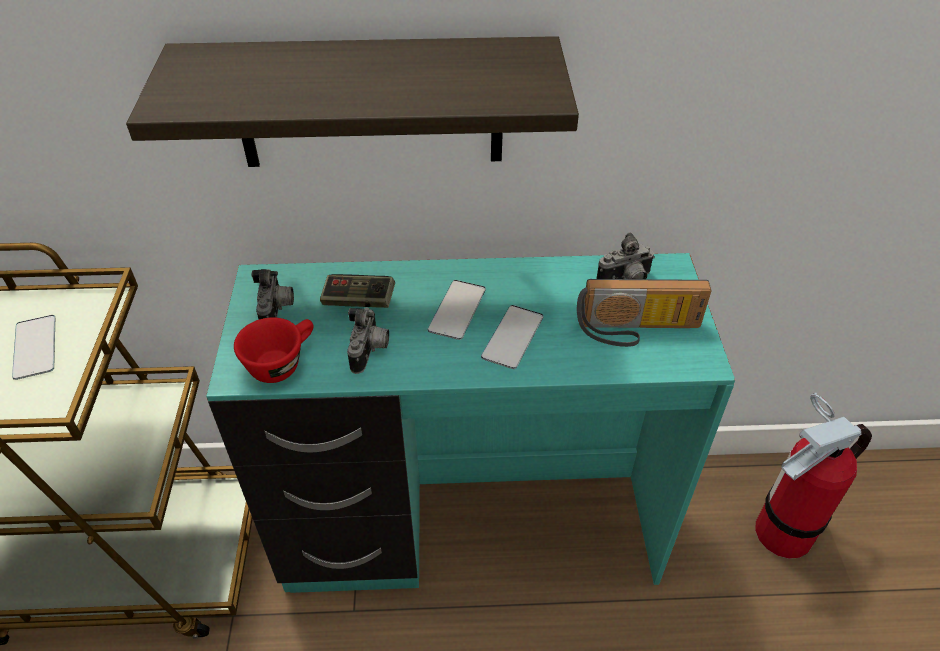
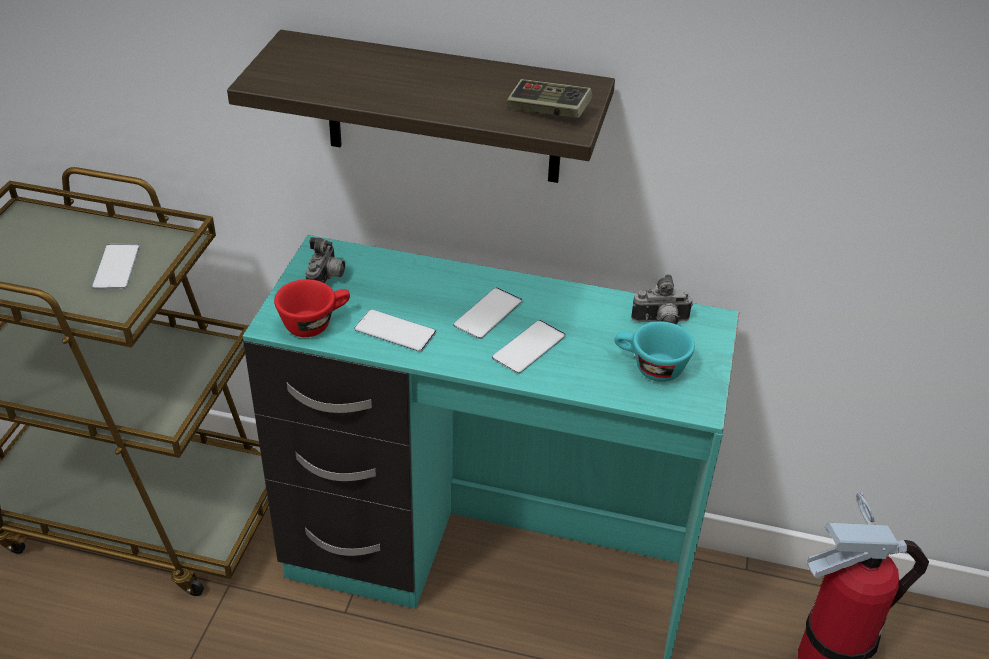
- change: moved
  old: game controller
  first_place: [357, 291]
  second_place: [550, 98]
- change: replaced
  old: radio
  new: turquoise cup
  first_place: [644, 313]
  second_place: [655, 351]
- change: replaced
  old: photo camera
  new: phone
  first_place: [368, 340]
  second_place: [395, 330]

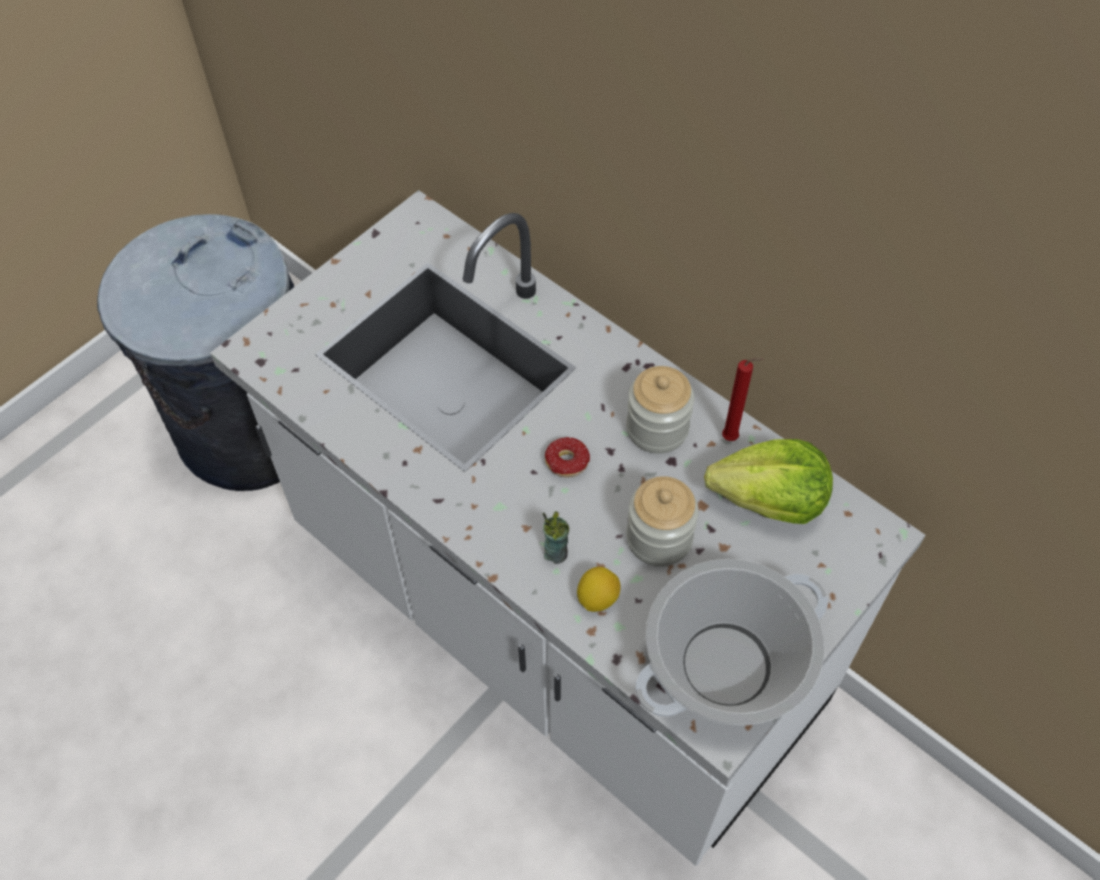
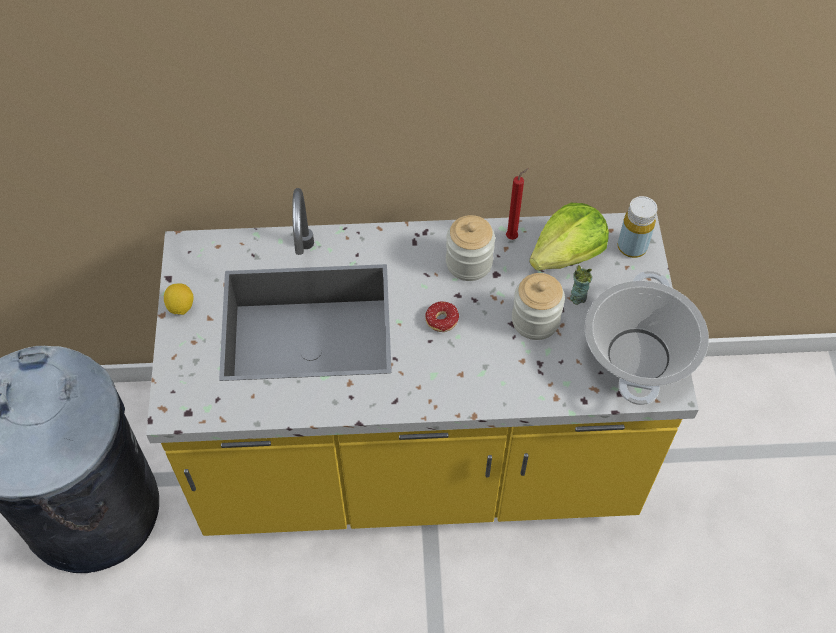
- change: recoloured
  old: white counter
  new: yellow counter
  first_place: [567, 528]
  second_place: [422, 362]
- change: moved
  old: cup
  first_place: [555, 537]
  second_place: [581, 285]
- change: moved
  old: lemon
  first_place: [599, 589]
  second_place: [178, 299]
- change: added
  new: yellow bottle
  second_place: [637, 227]

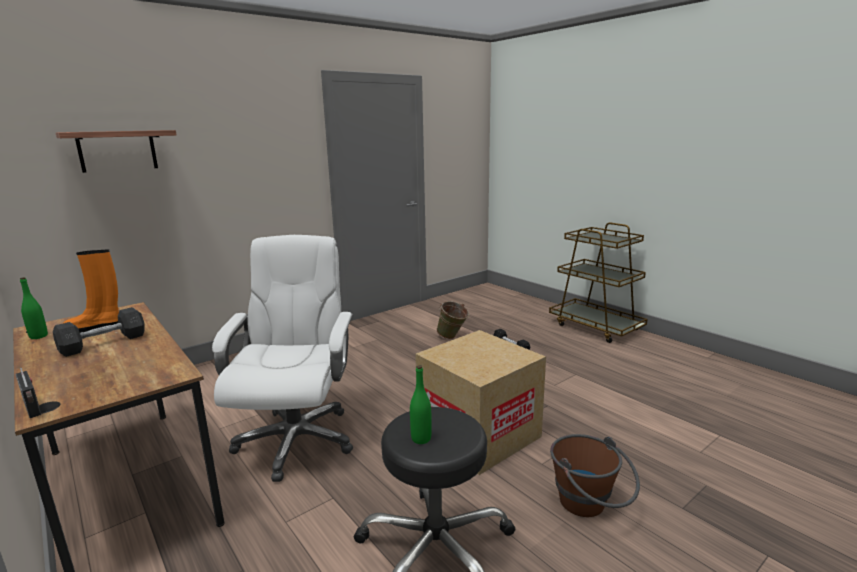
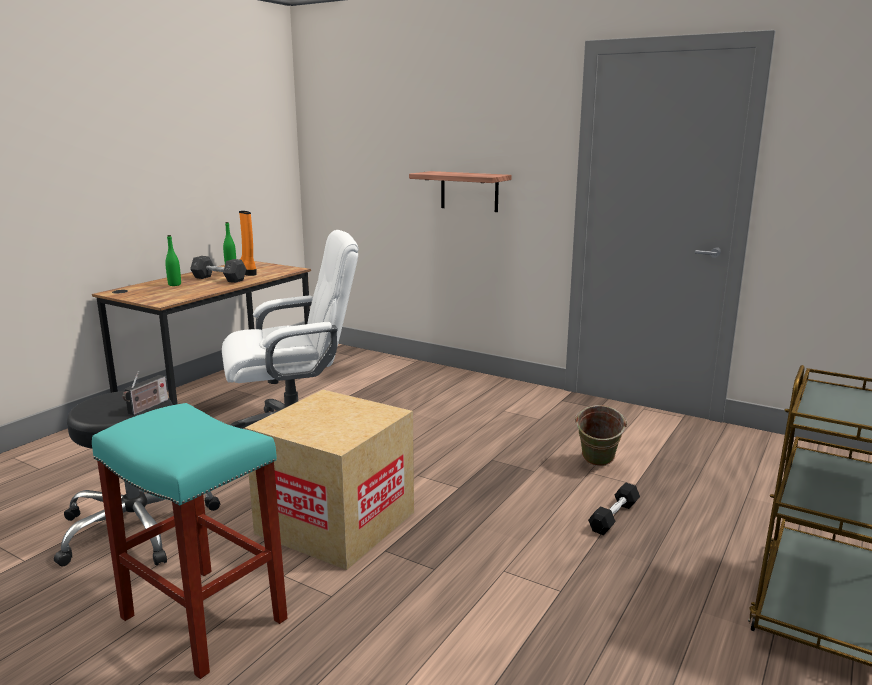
- change: moved
  old: shelf
  first_place: [116, 151]
  second_place: [460, 191]
- change: moved
  old: green bottle
  first_place: [421, 404]
  second_place: [173, 260]
- change: moved
  old: radio
  first_place: [28, 393]
  second_place: [145, 393]
- change: replaced
  old: brown bucket
  new: turquoise stool
  first_place: [595, 475]
  second_place: [189, 541]

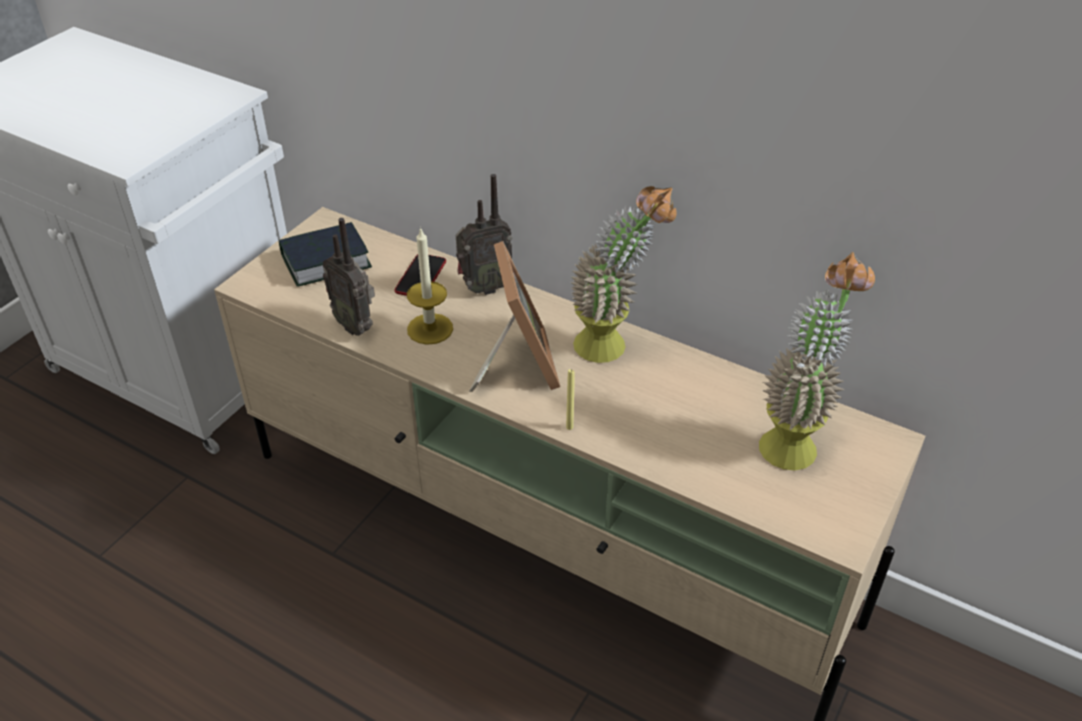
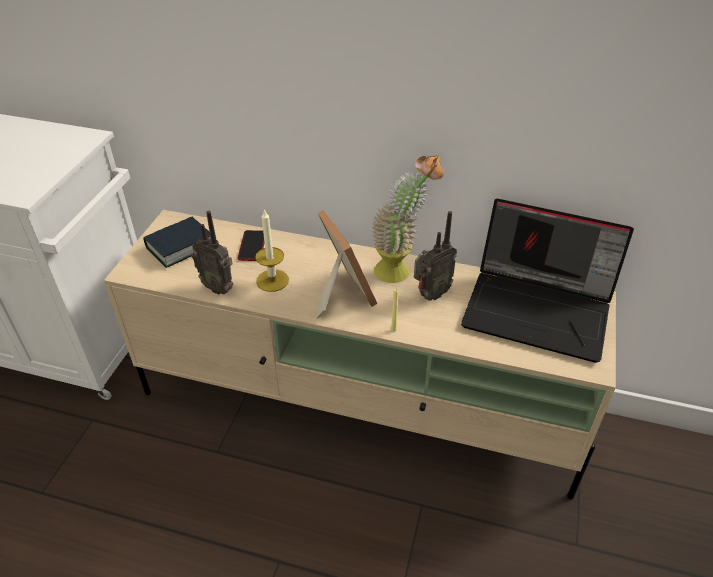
- change: moved
  old: radio
  first_place: [484, 234]
  second_place: [435, 256]
- change: replaced
  old: potted plant
  new: laptop
  first_place: [817, 361]
  second_place: [547, 281]

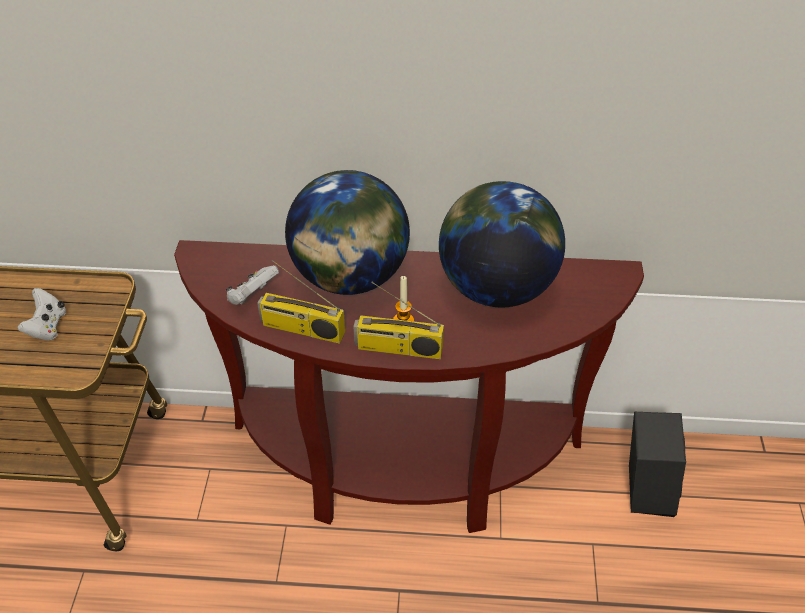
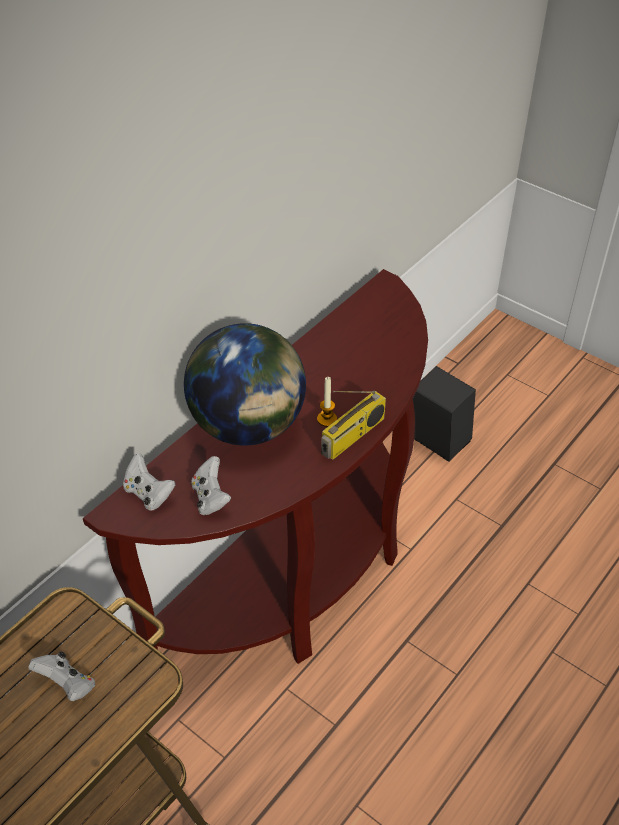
- change: removed
  old: globe
  first_place: [502, 244]
- change: removed
  old: radio
  first_place: [301, 301]
- change: added
  new: white game controller
  second_place: [149, 482]

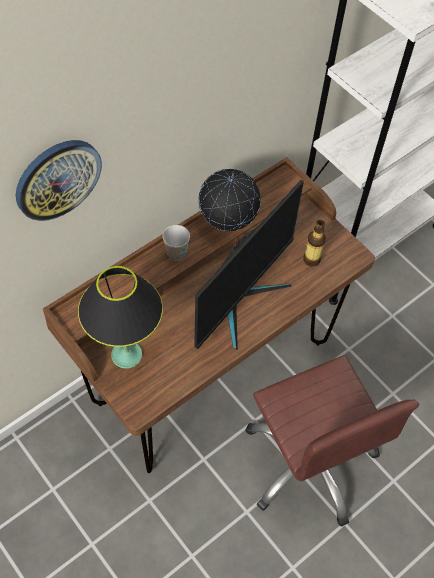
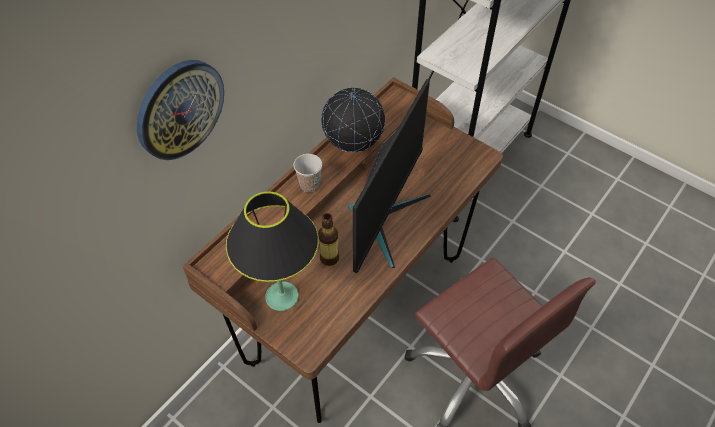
- change: moved
  old: bottle
  first_place: [314, 243]
  second_place: [328, 239]

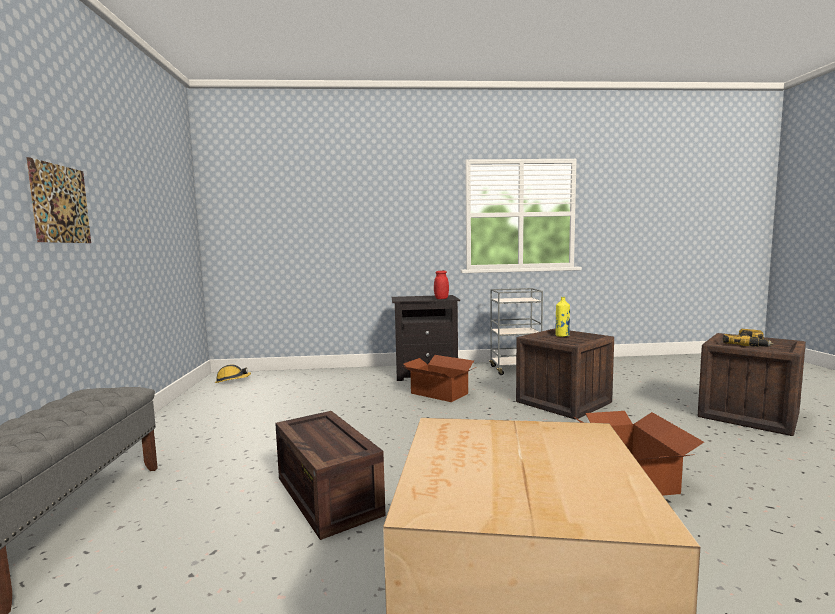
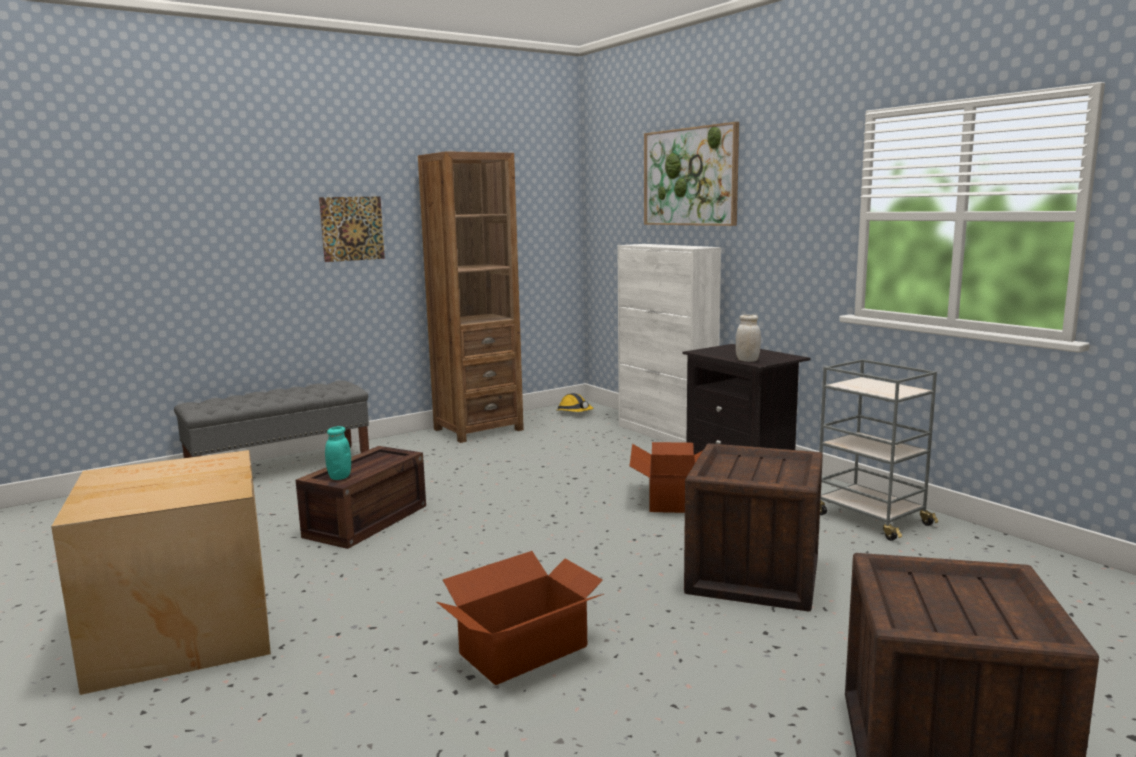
- change: recoloured
  old: red jar
  new: white jar
  first_place: [441, 285]
  second_place: [748, 338]
- change: removed
  old: yellow bottle
  first_place: [562, 317]
- change: removed
  old: power drill
  first_place: [748, 338]
- change: added
  new: picture
  second_place: [691, 174]
- change: added
  new: brown bookcase
  second_place: [471, 297]
- change: added
  new: white cabinet
  second_place: [669, 343]
- change: added
  new: turquoise jar
  second_place: [338, 453]

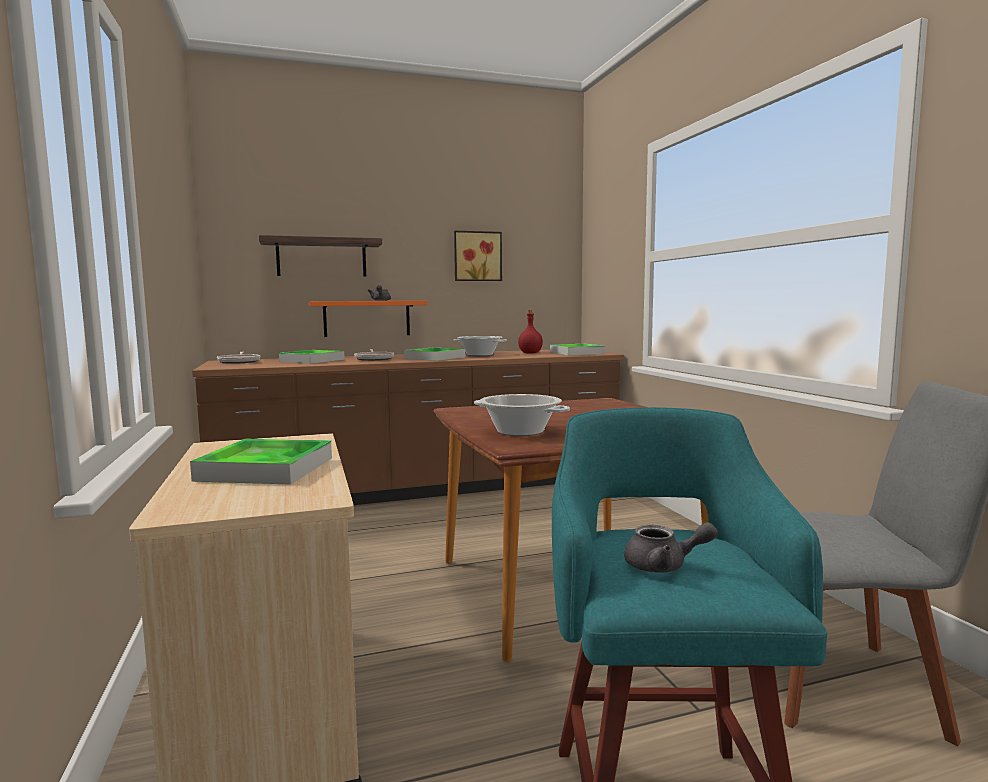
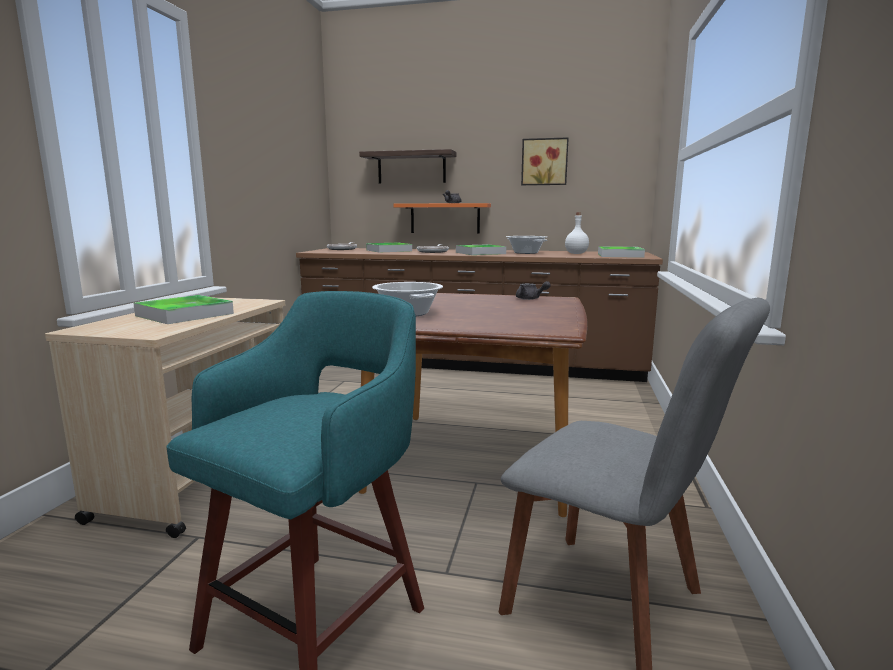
- change: recoloured
  old: red bottle
  new: white bottle
  first_place: [530, 332]
  second_place: [577, 233]
- change: moved
  old: grey teapot
  first_place: [671, 547]
  second_place: [533, 290]

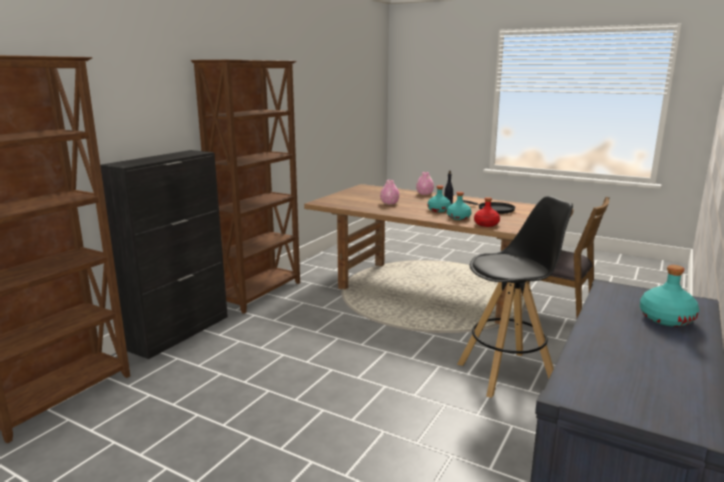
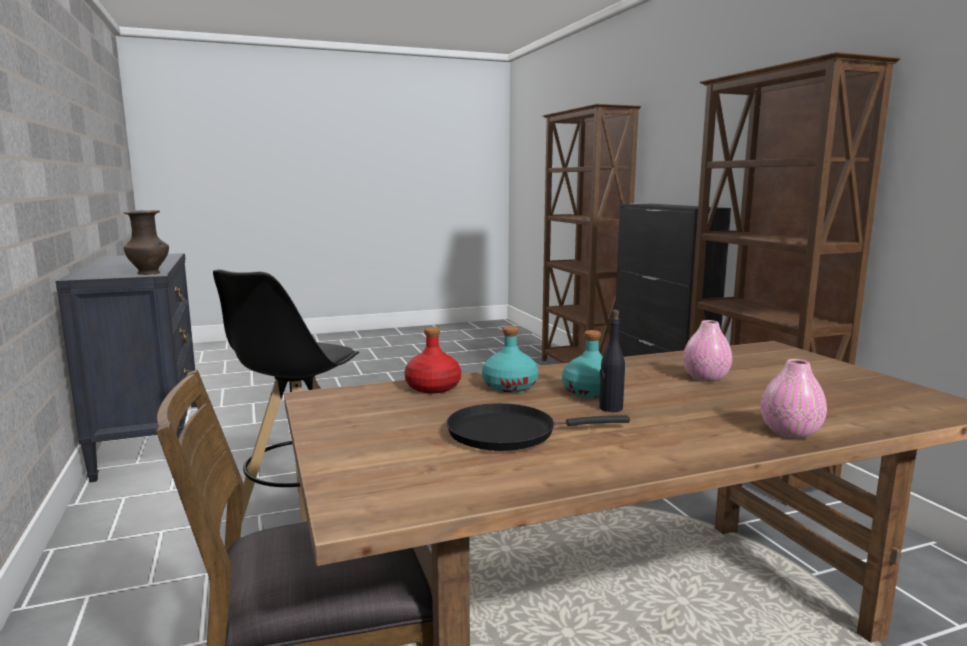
- change: removed
  old: turquoise bottle
  first_place: [669, 296]
- change: added
  new: brown vase
  second_place: [146, 242]

